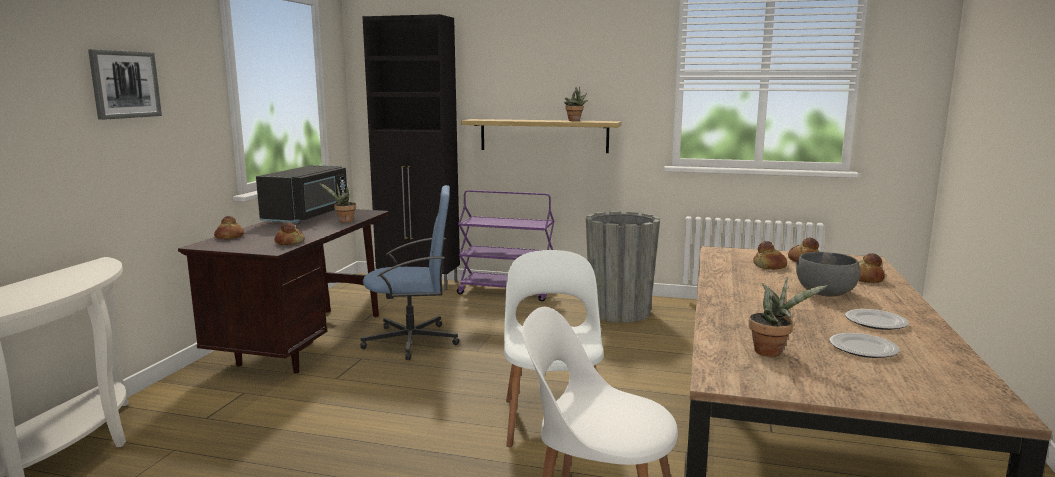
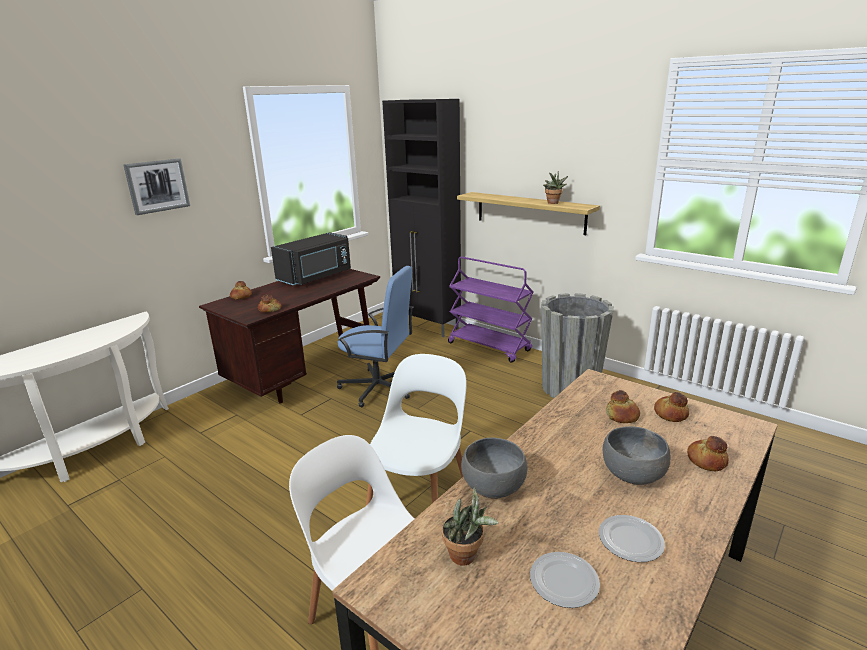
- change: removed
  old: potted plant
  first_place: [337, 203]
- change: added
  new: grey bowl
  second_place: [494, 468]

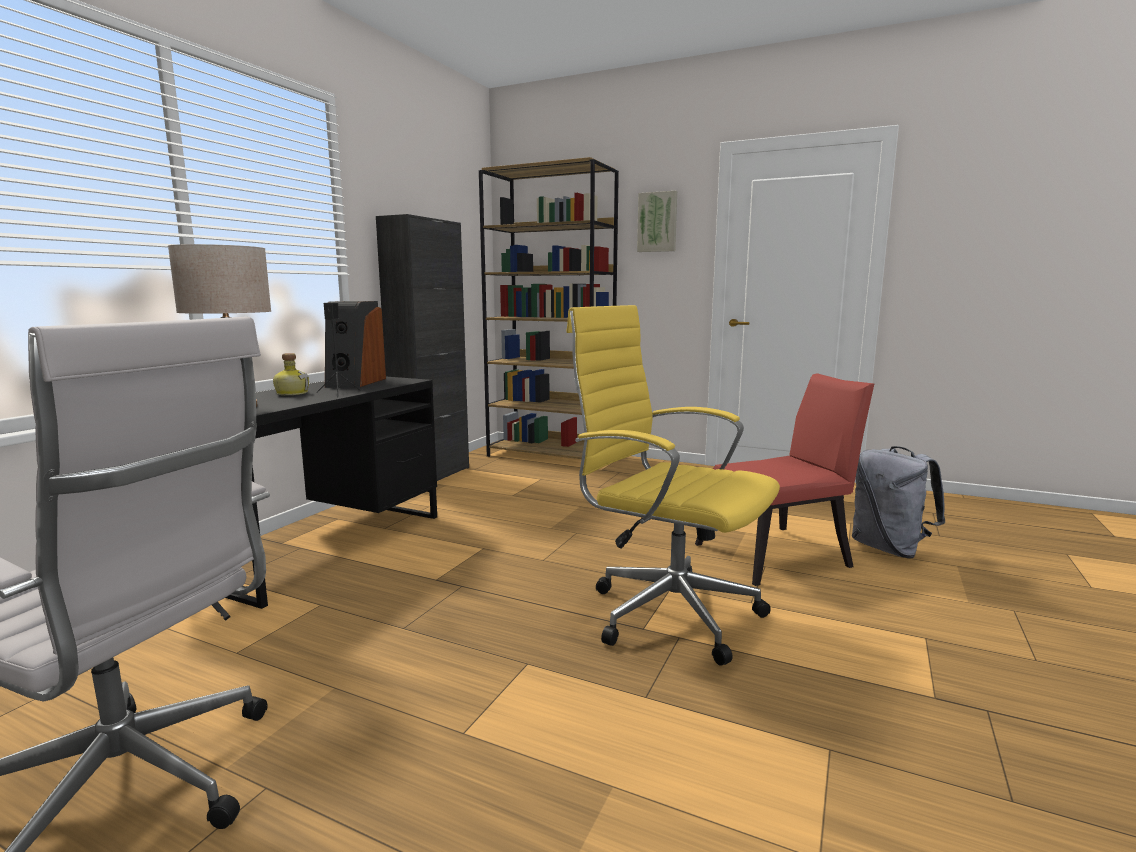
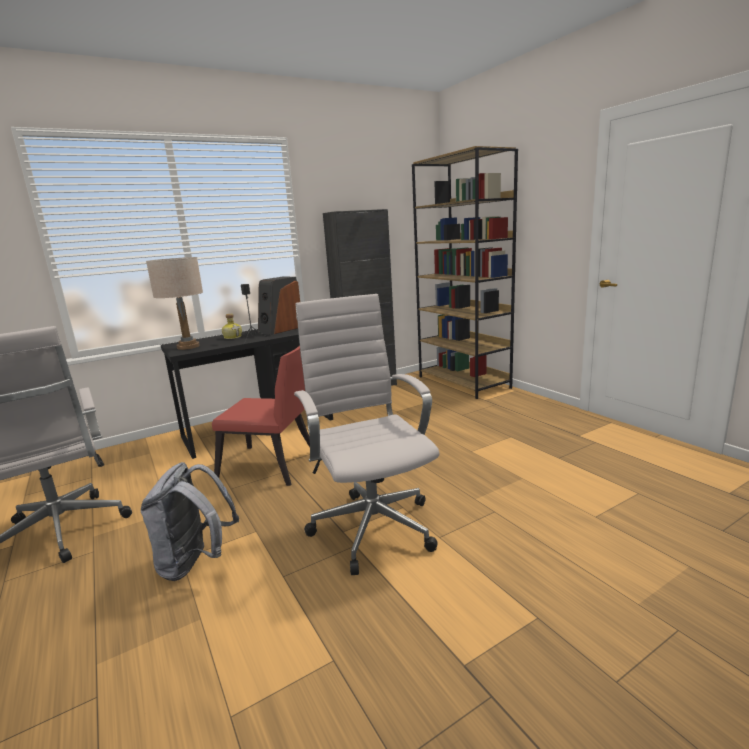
- change: removed
  old: picture
  first_place: [657, 221]
- change: recoloured
  old: yellow office chair
  new: white office chair
  first_place: [673, 485]
  second_place: [366, 434]
- change: moved
  old: red chair
  first_place: [784, 479]
  second_place: [261, 416]
- change: moved
  old: grey backpack
  first_place: [898, 502]
  second_place: [190, 521]

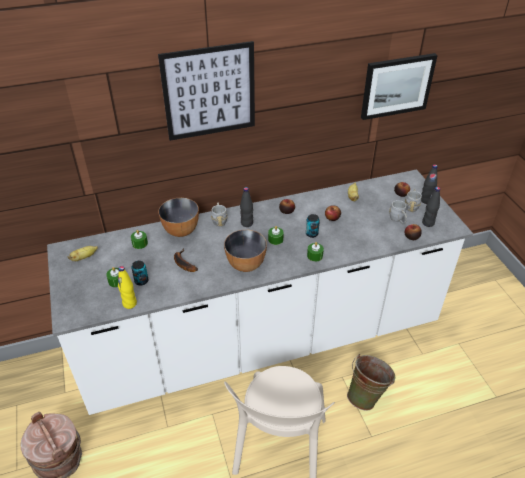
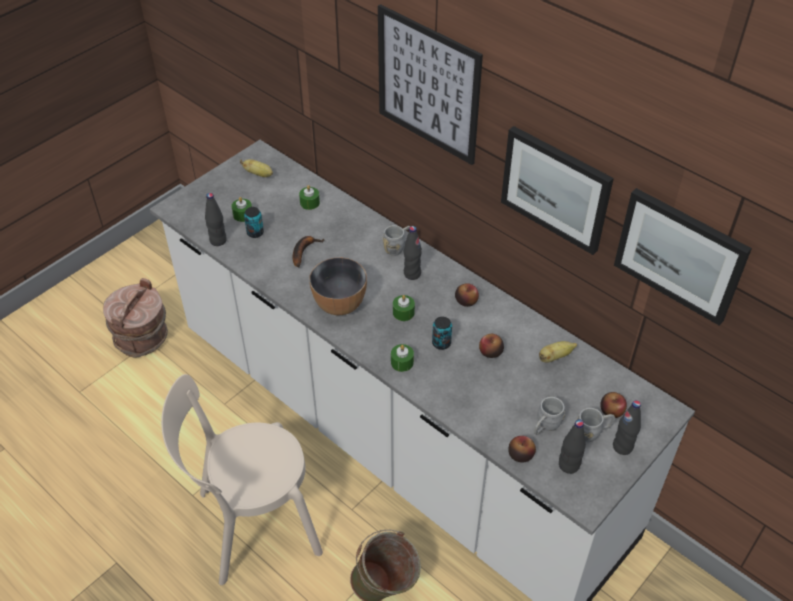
- change: removed
  old: bowl
  first_place: [178, 217]
- change: recoloured
  old: yellow bottle
  new: black bottle
  first_place: [127, 287]
  second_place: [216, 219]
- change: added
  new: picture
  second_place: [557, 190]

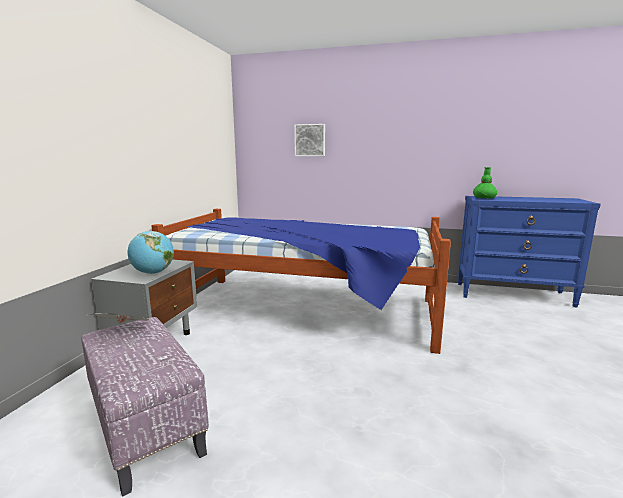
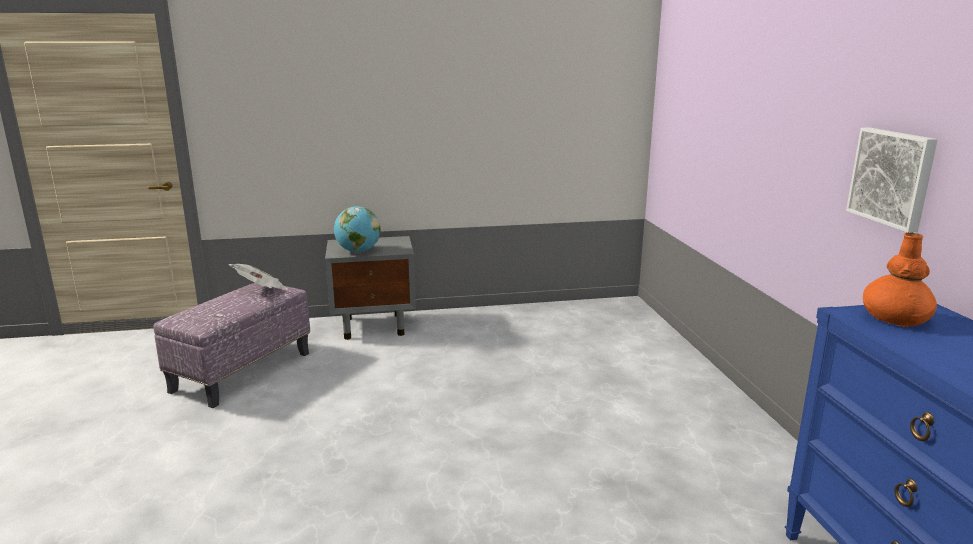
- change: moved
  old: picture
  first_place: [309, 140]
  second_place: [892, 180]
- change: recoloured
  old: green vase
  new: orange vase
  first_place: [485, 183]
  second_place: [900, 280]
- change: removed
  old: bed
  first_place: [301, 281]

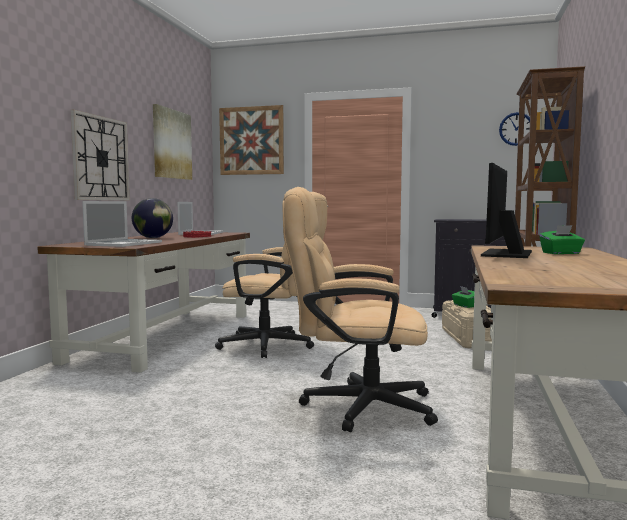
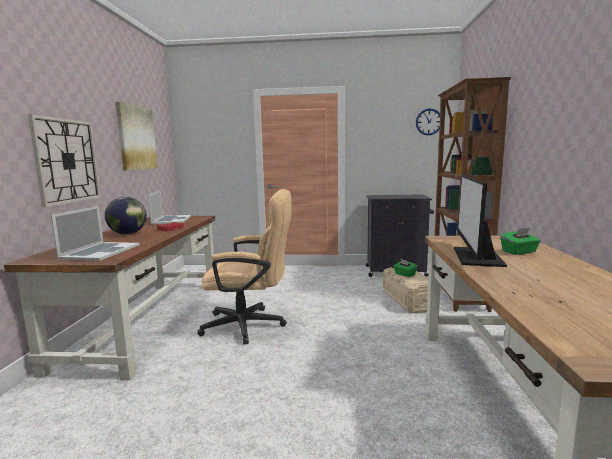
- change: removed
  old: picture
  first_place: [251, 140]
- change: removed
  old: beige office chair
  first_place: [360, 309]

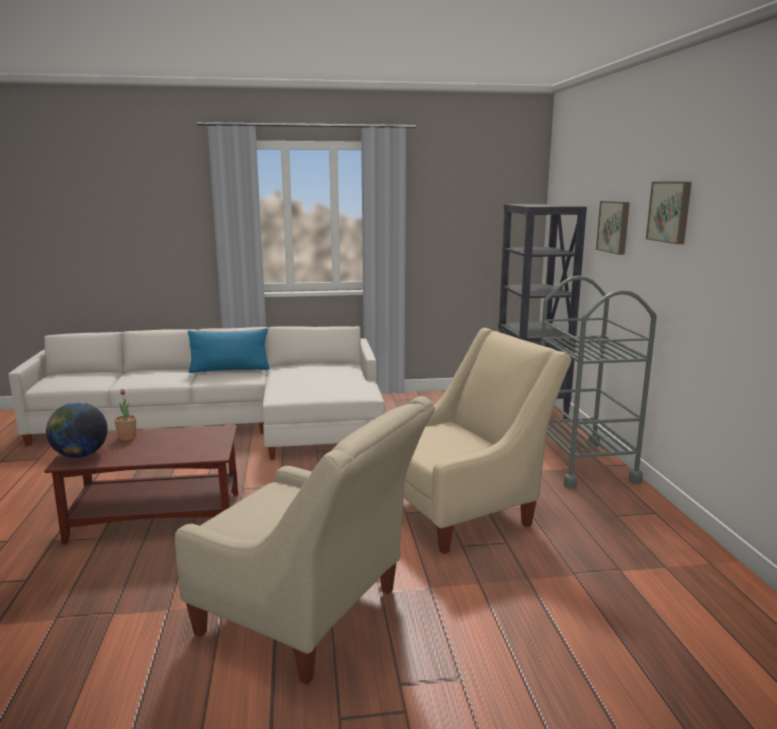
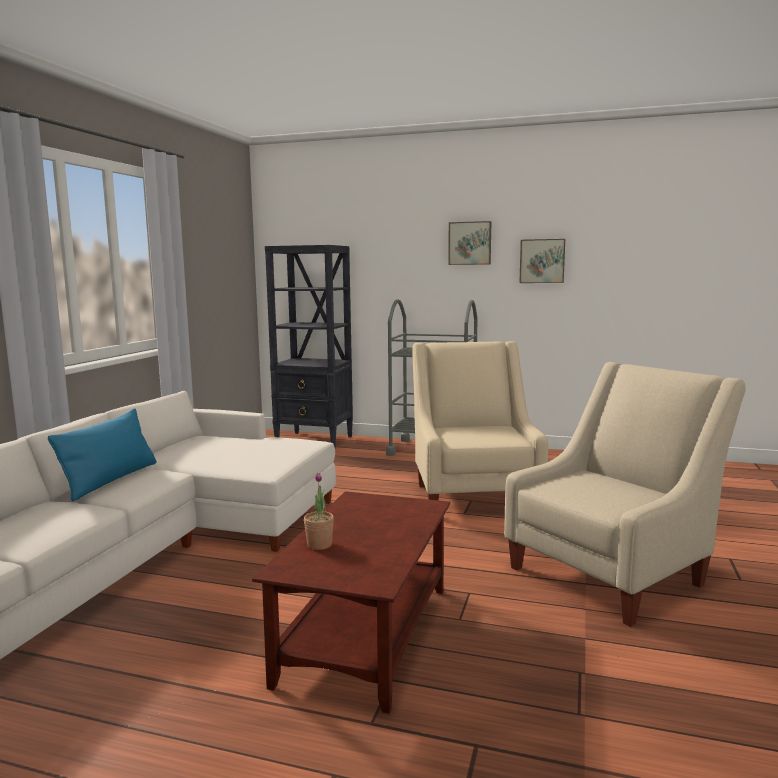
- change: moved
  old: picture
  first_place: [613, 228]
  second_place: [542, 261]
- change: removed
  old: globe
  first_place: [77, 430]

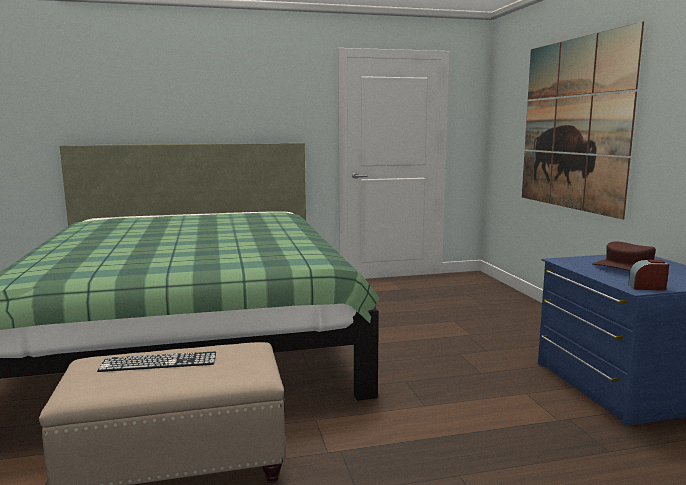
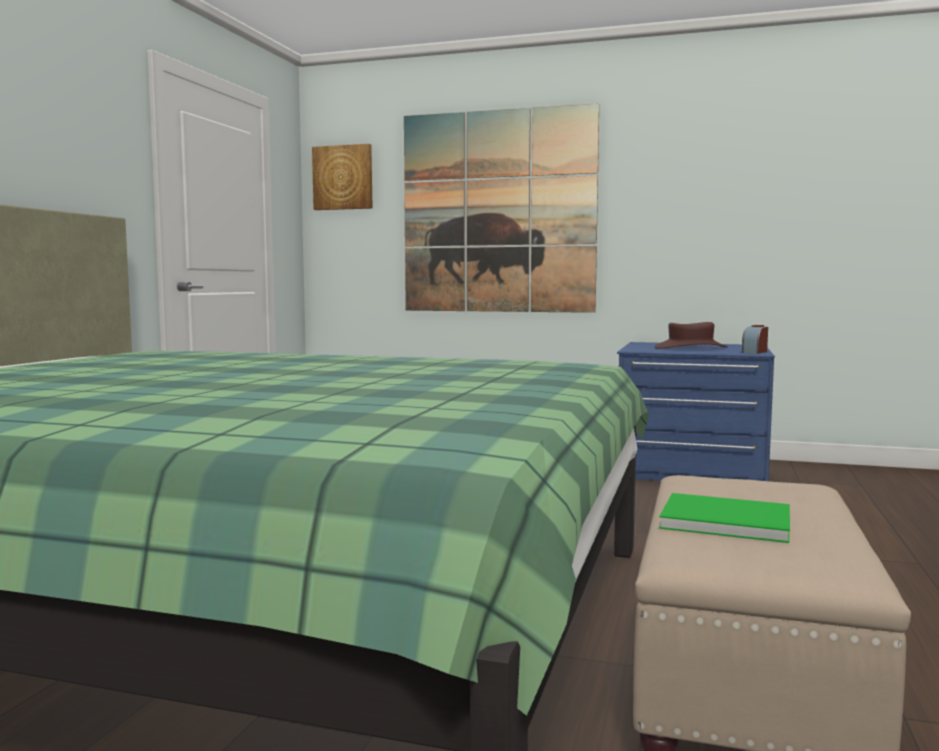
- change: replaced
  old: keyboard
  new: green book
  first_place: [156, 362]
  second_place: [724, 518]
- change: added
  new: picture
  second_place: [342, 177]

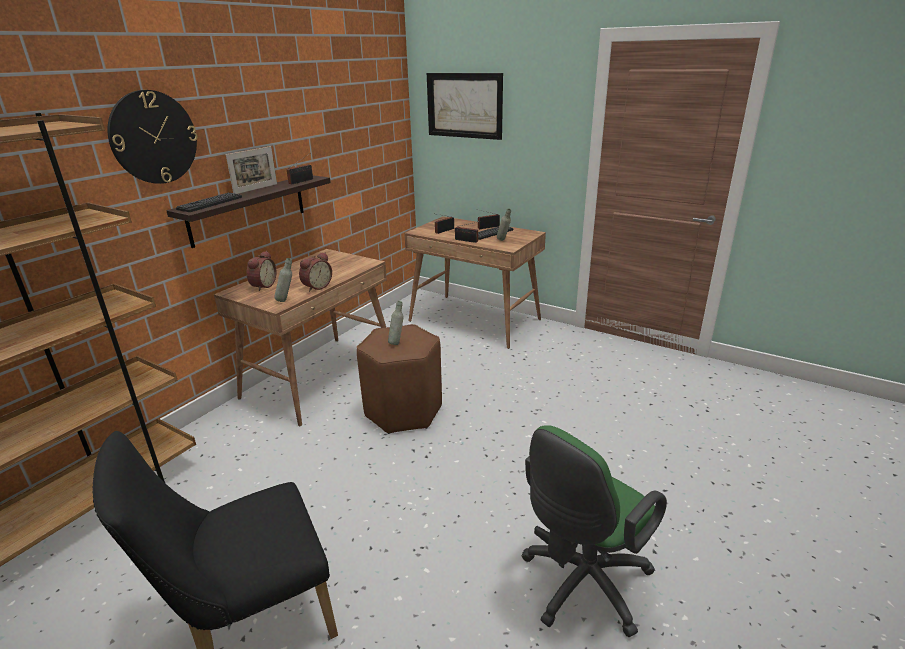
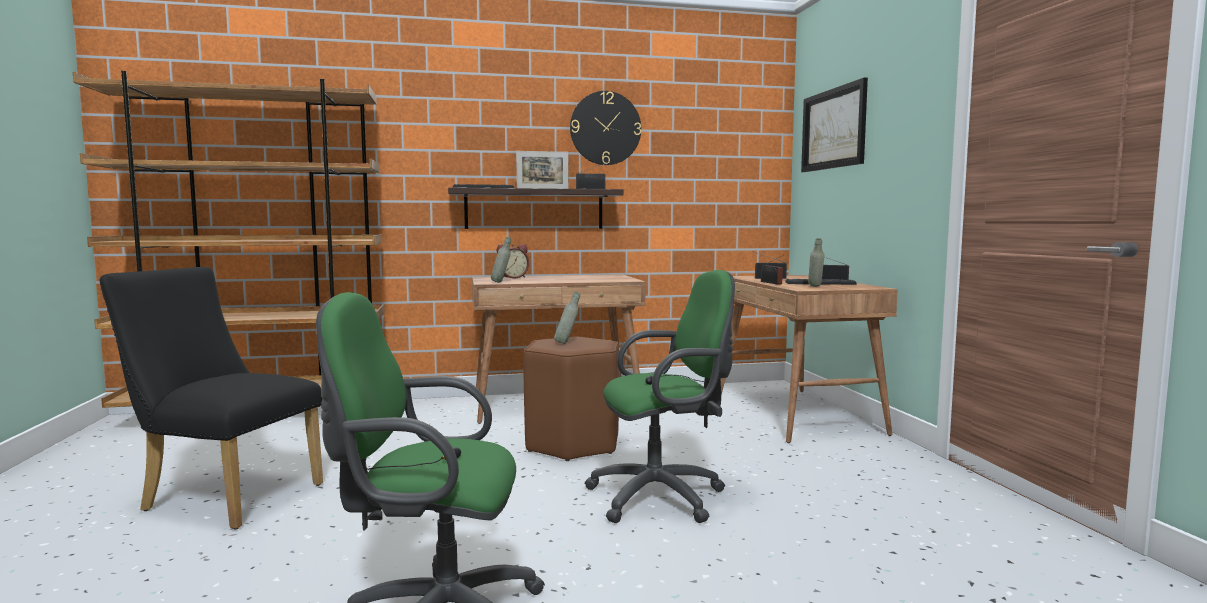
- change: moved
  old: wall clock
  first_place: [152, 137]
  second_place: [605, 128]
- change: removed
  old: alarm clock
  first_place: [315, 272]
- change: added
  new: green office chair
  second_place: [660, 396]

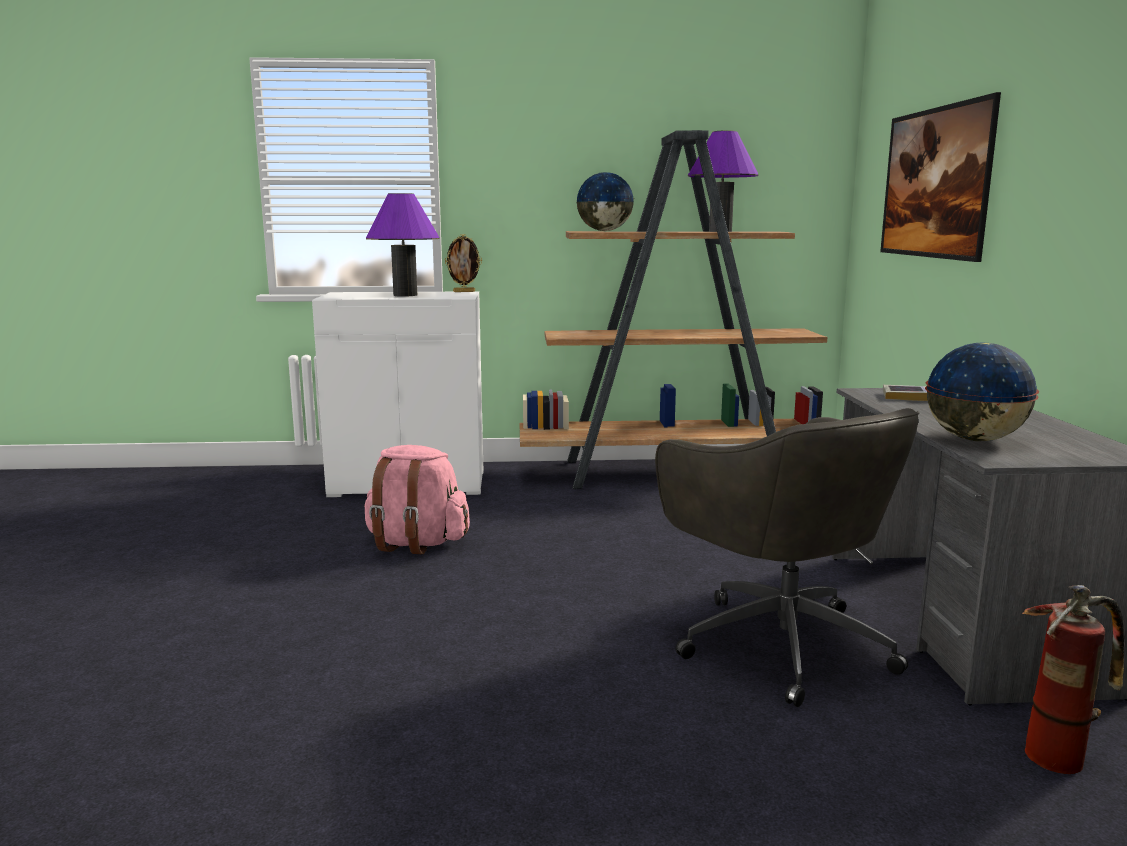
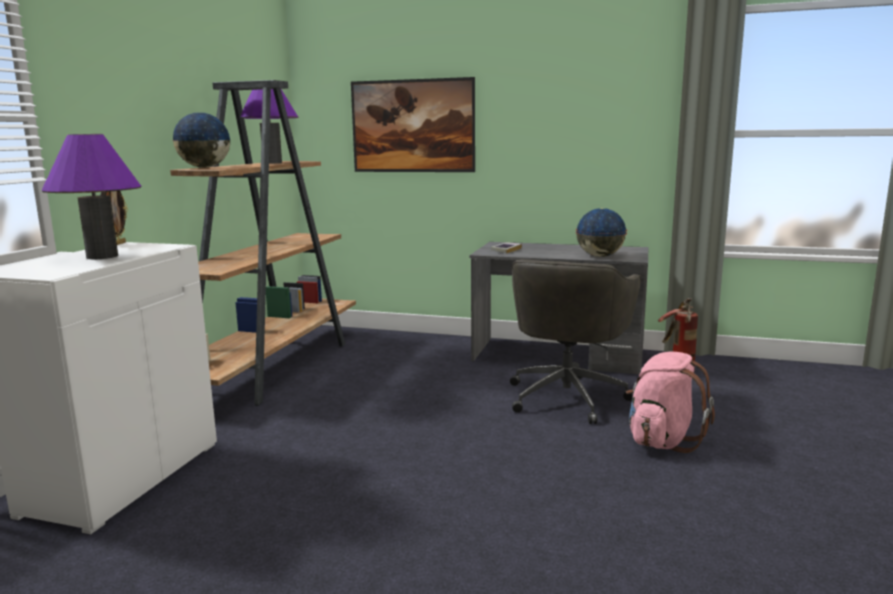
- change: turned
  old: grey office chair
  first_place: [787, 557]
  second_place: [575, 341]
  degrees: 120
- change: moved
  old: pink backpack
  first_place: [417, 499]
  second_place: [670, 402]

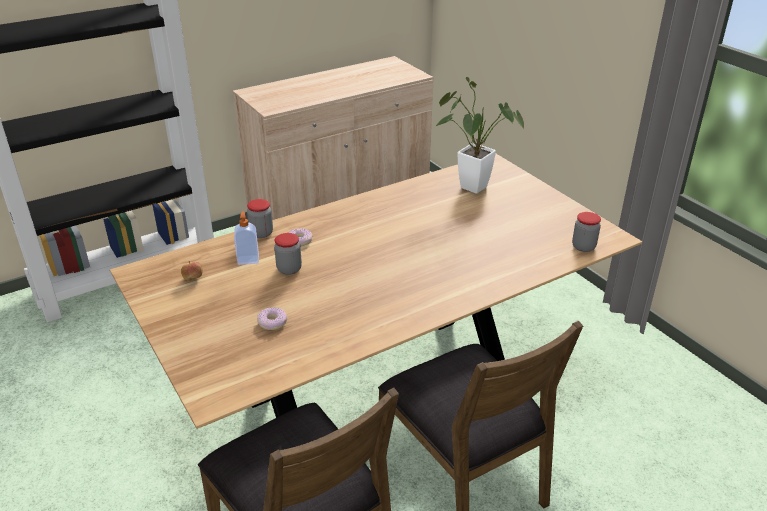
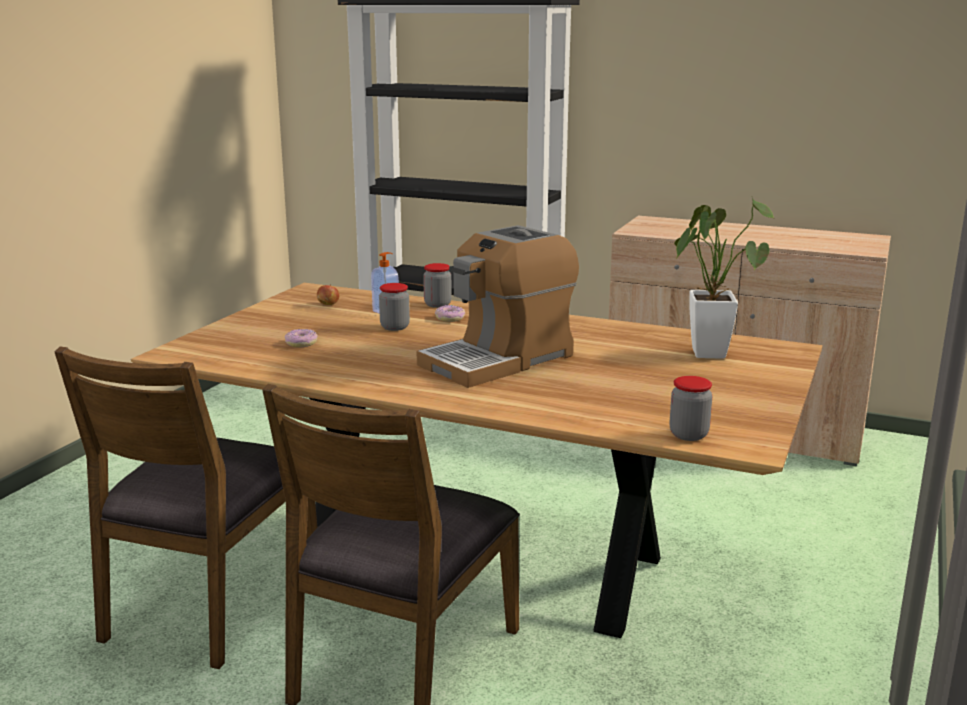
- change: added
  new: coffee machine
  second_place: [498, 306]

